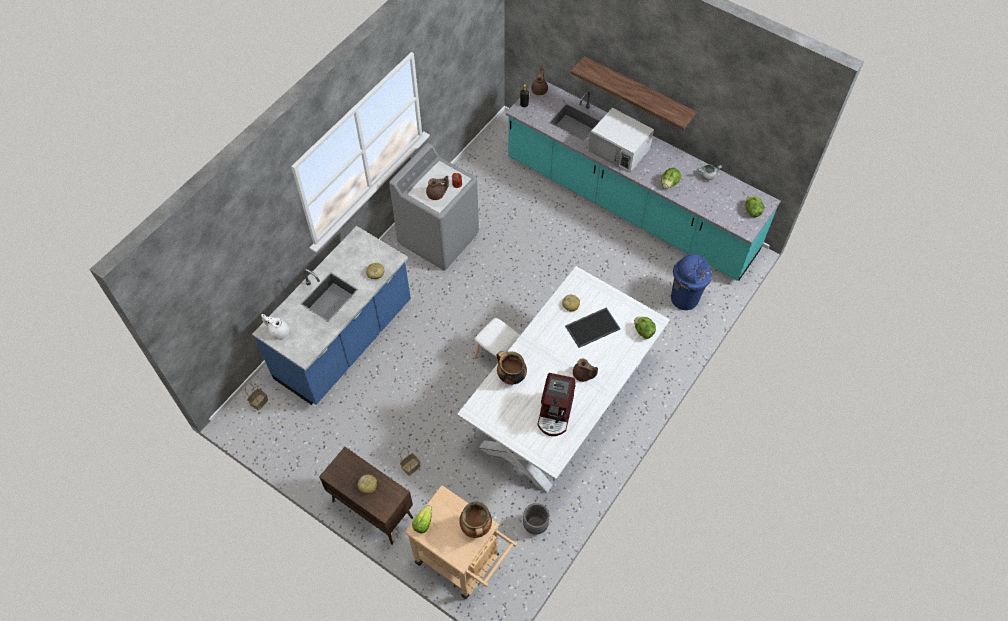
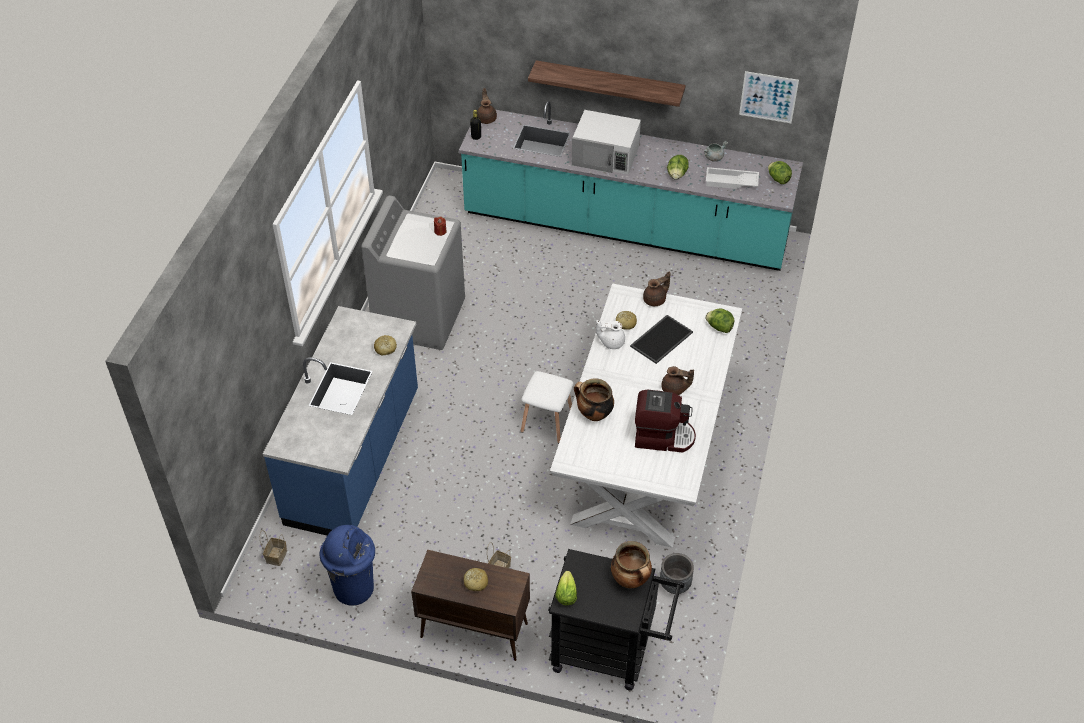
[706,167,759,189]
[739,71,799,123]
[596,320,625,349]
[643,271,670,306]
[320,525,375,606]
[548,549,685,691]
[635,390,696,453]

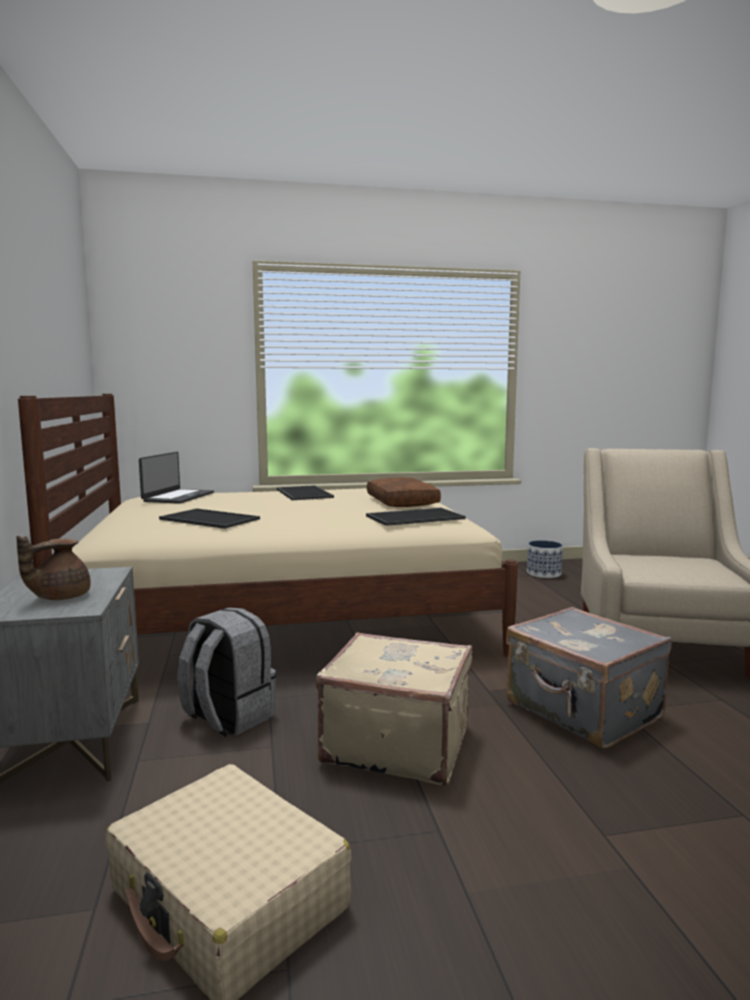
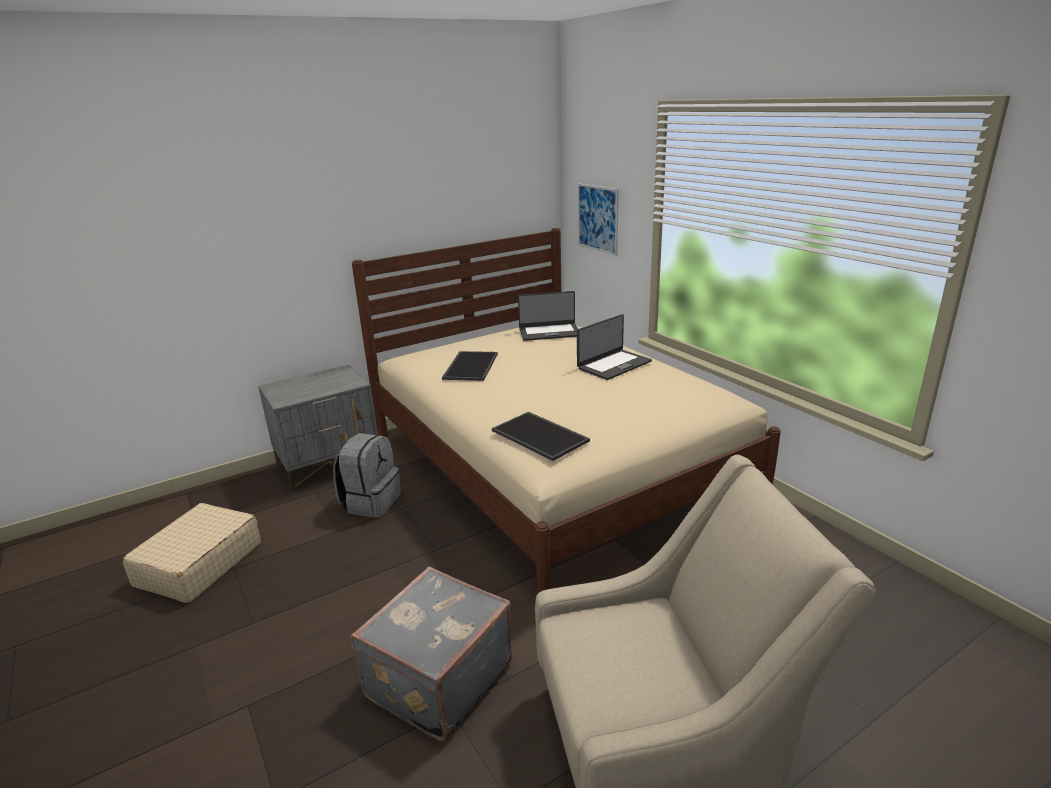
[16,536,91,600] (first image)
[316,632,472,785] (first image)
[367,477,441,507] (first image)
[527,540,563,578] (first image)
[578,183,619,256]
[577,314,652,380]

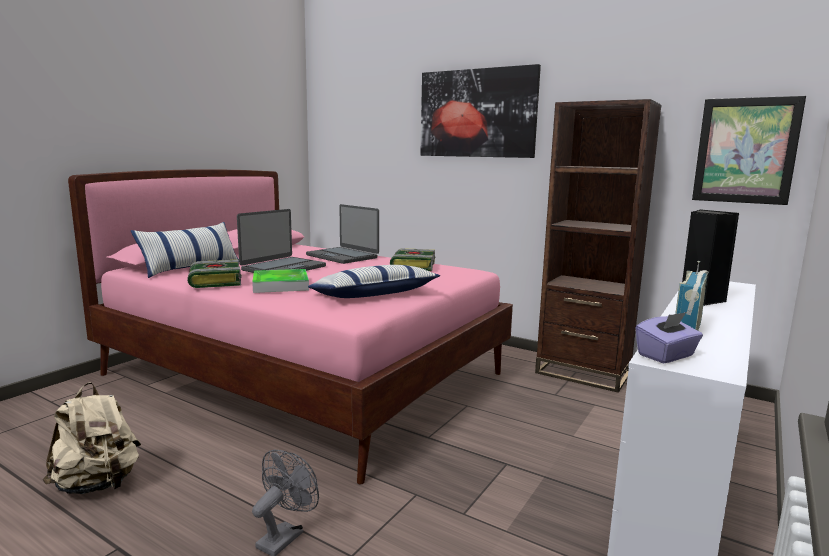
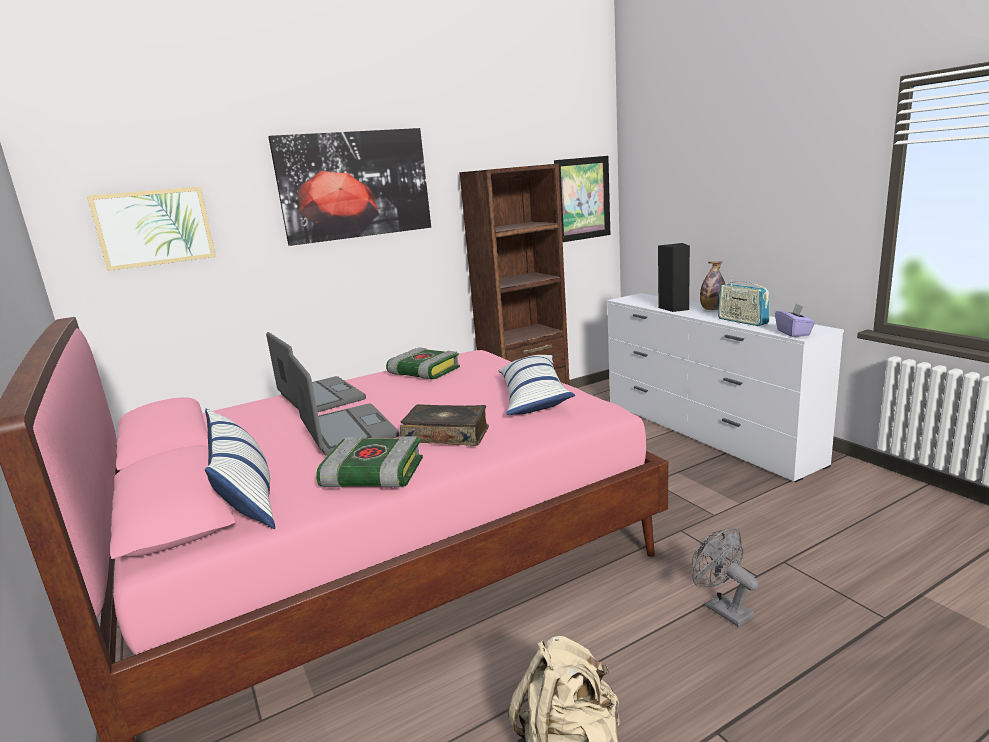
[87,186,216,271]
[700,261,725,310]
[400,404,489,446]
[266,332,366,412]

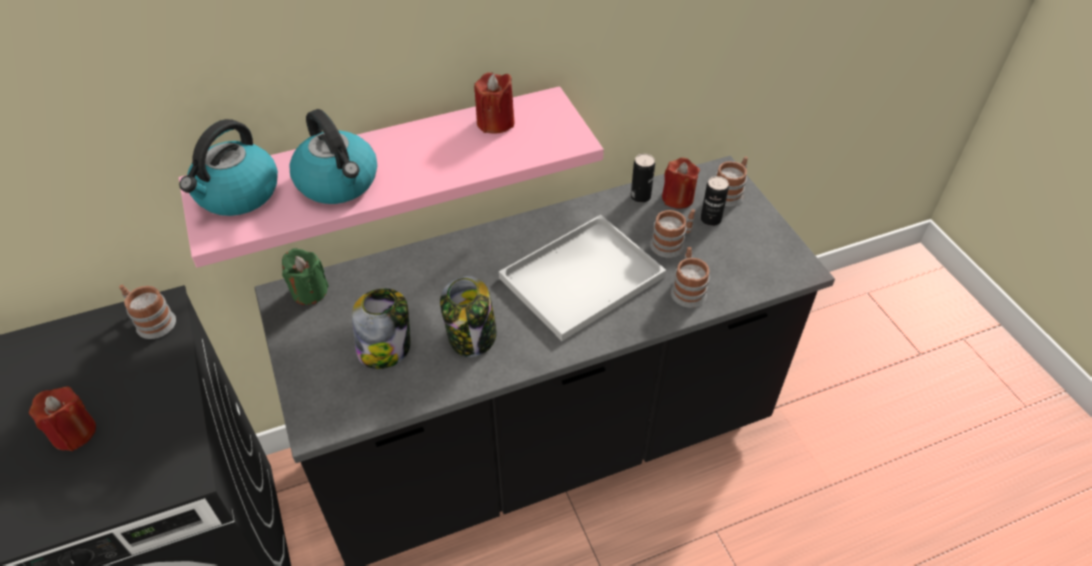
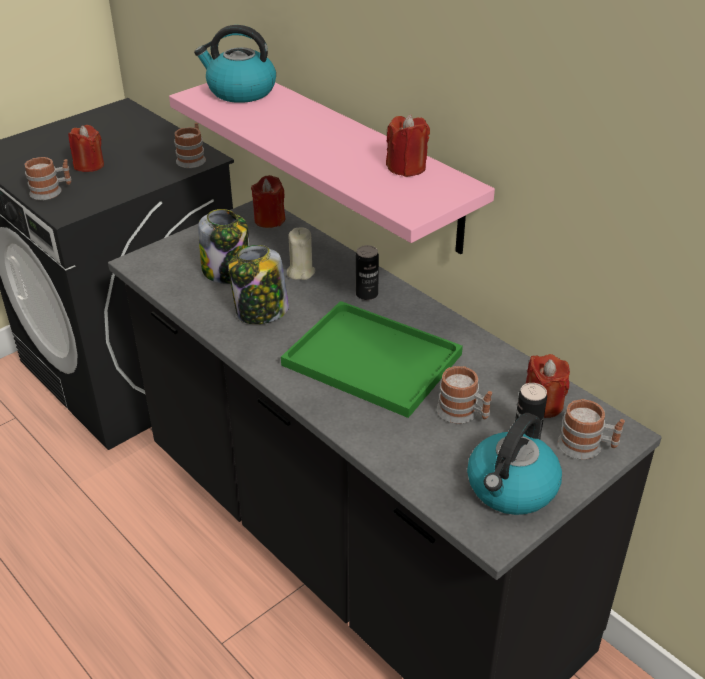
[287,227,316,280]
[467,413,562,515]
[356,245,379,300]
[25,157,72,200]
[251,175,285,228]
[281,301,463,418]

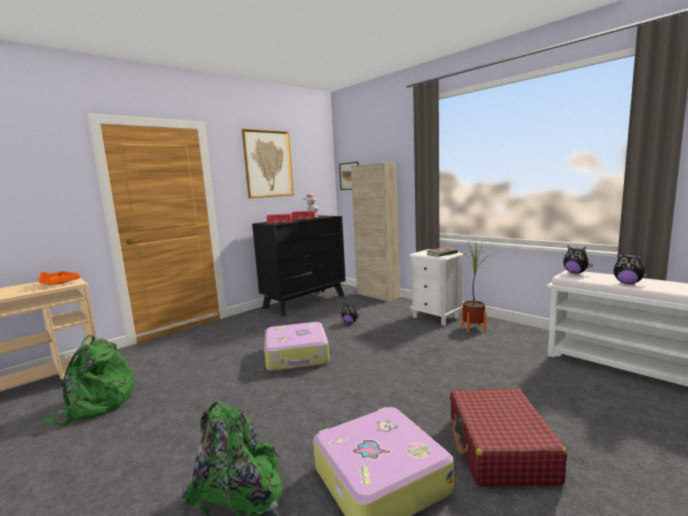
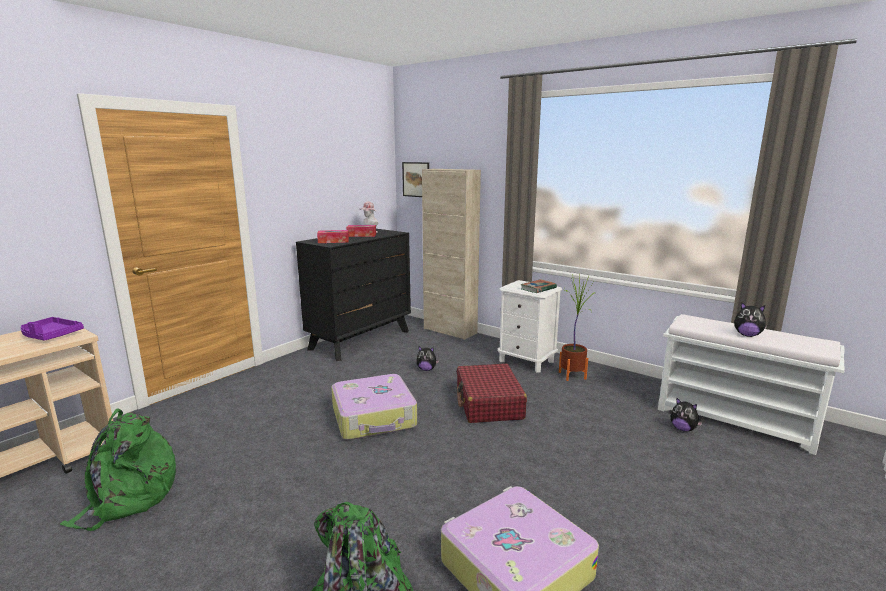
[242,129,294,198] (first image)
[457,363,527,423]
[671,398,703,432]
[21,317,84,341]

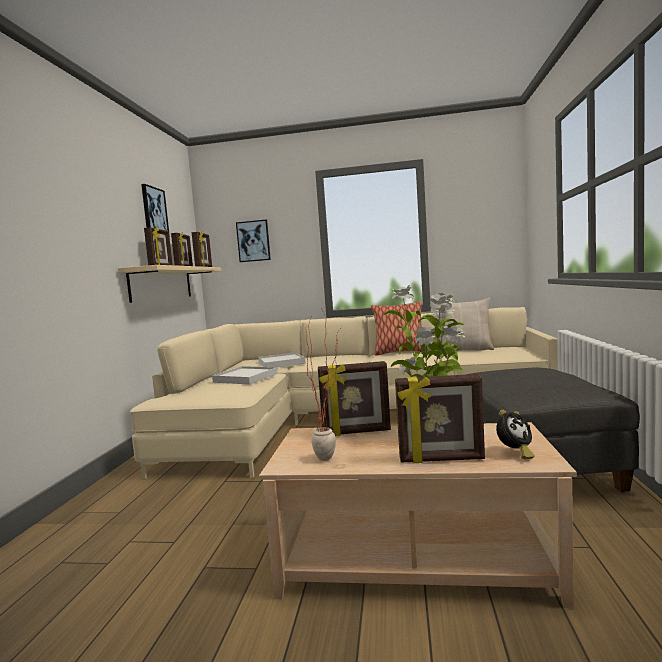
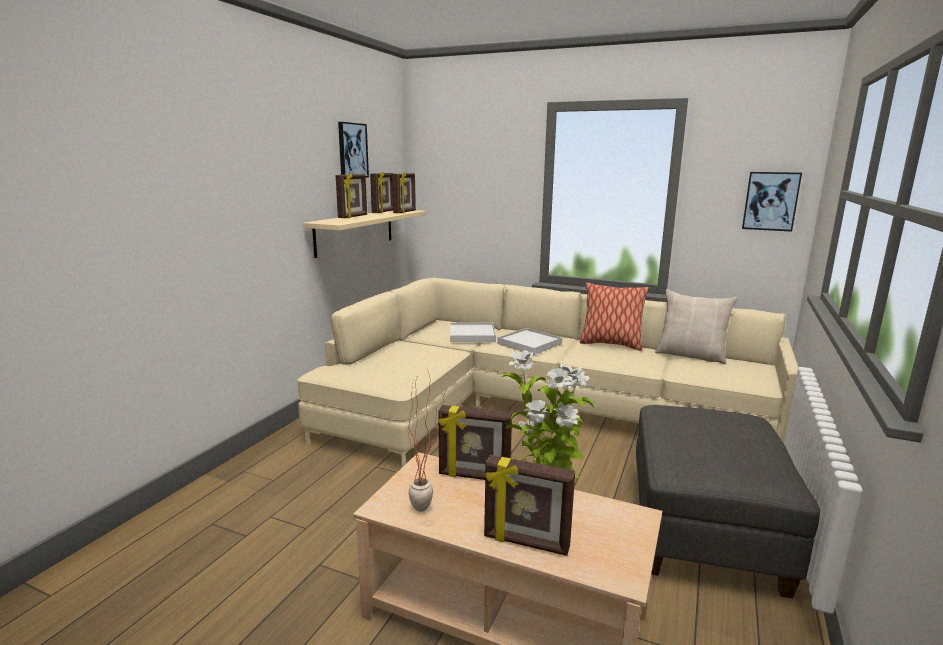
[496,410,534,459] (first image)
[497,328,562,355]
[742,172,802,232]

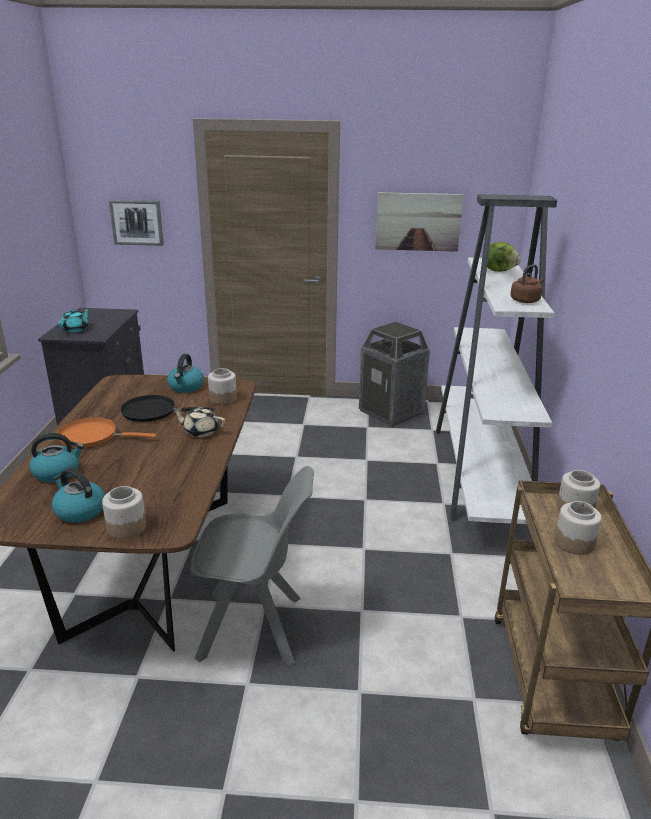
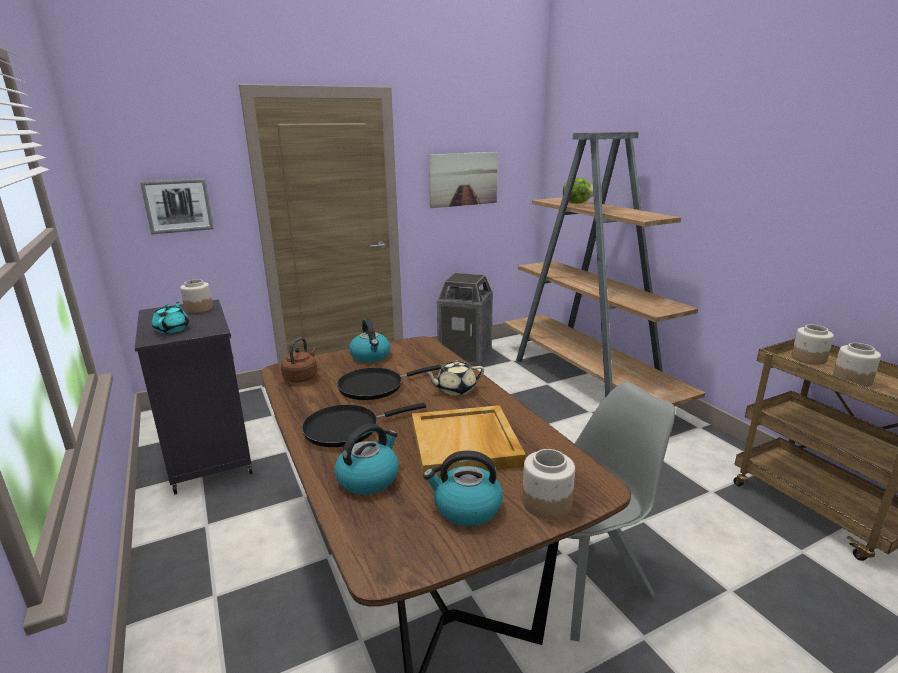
[412,405,526,478]
[180,279,213,313]
[281,337,317,383]
[302,403,426,447]
[504,132,706,407]

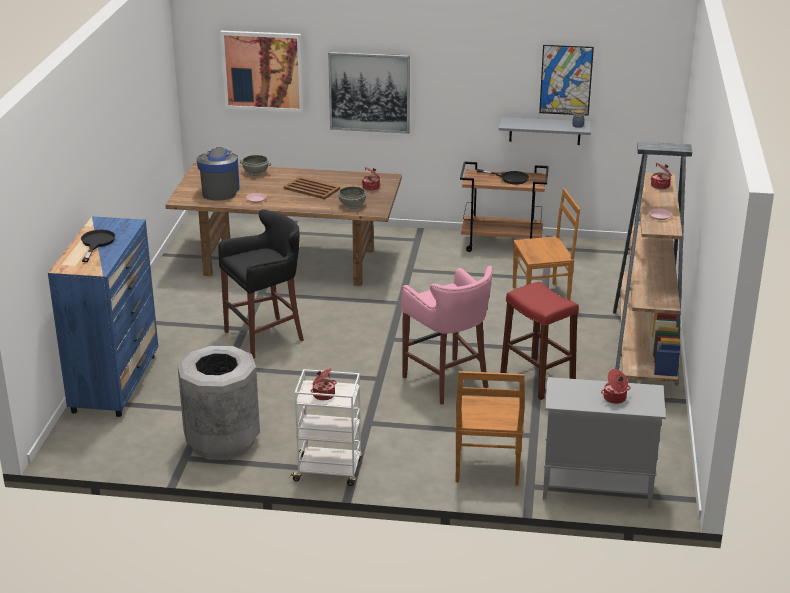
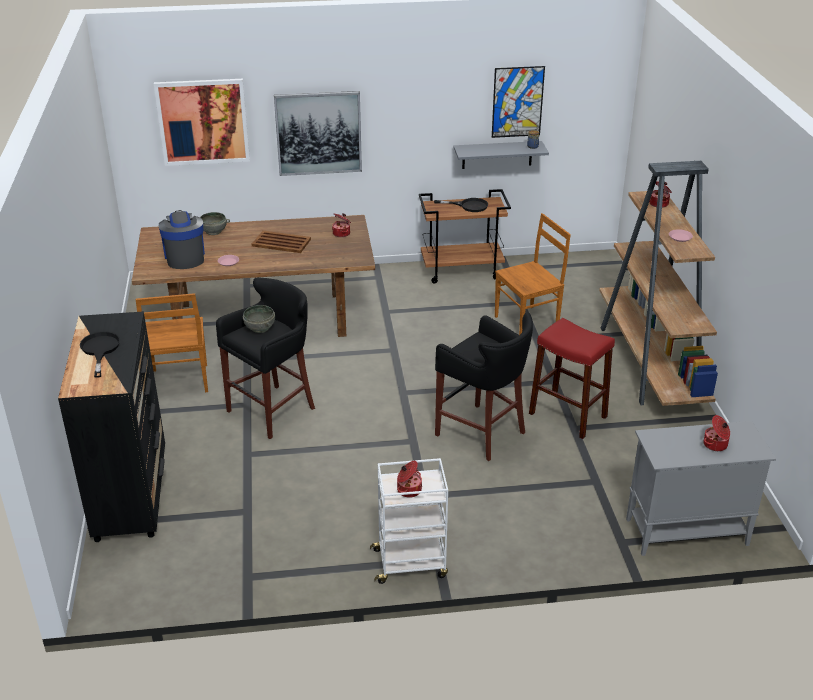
[177,346,260,460] (first image)
[243,305,275,333]
[136,293,208,392]
[58,311,165,542]
[435,312,533,461]

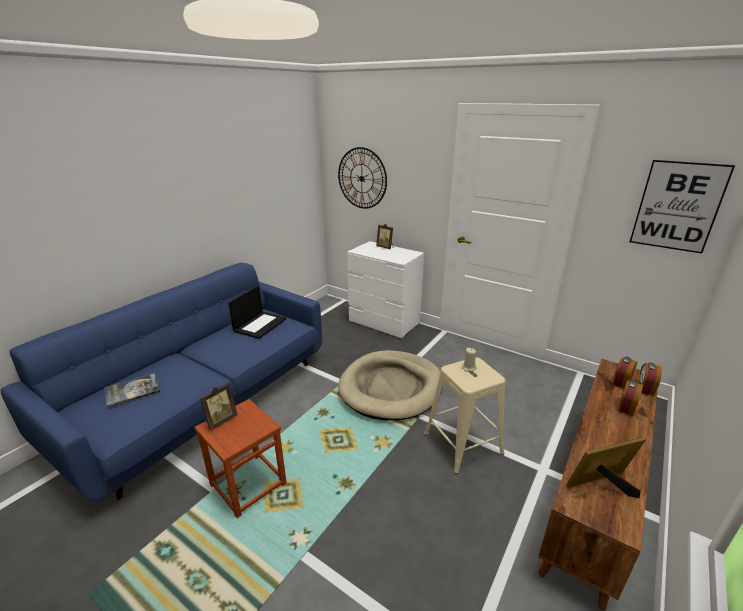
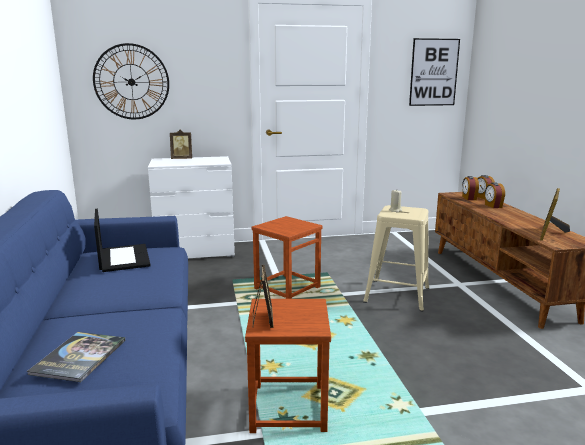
[252,216,323,299]

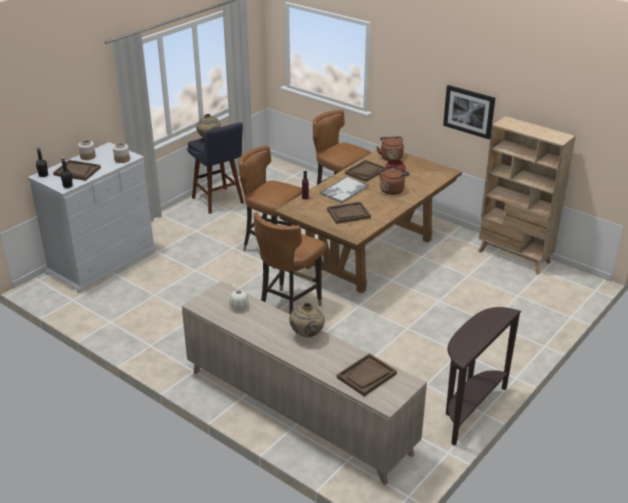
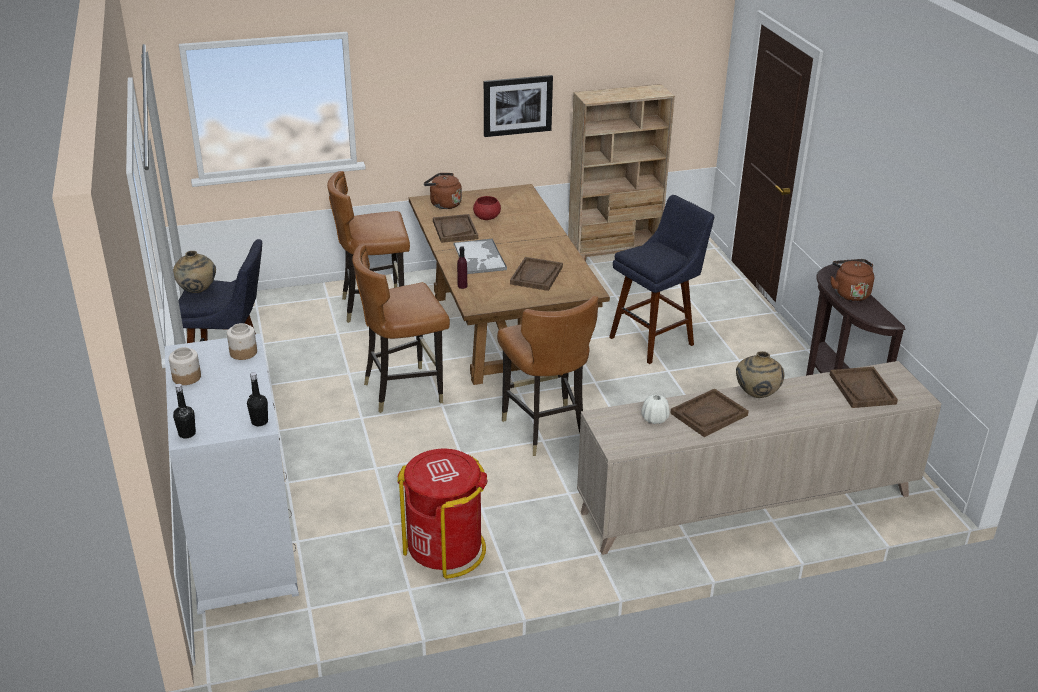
[397,448,487,579]
[609,195,714,364]
[670,388,749,437]
[831,259,874,301]

